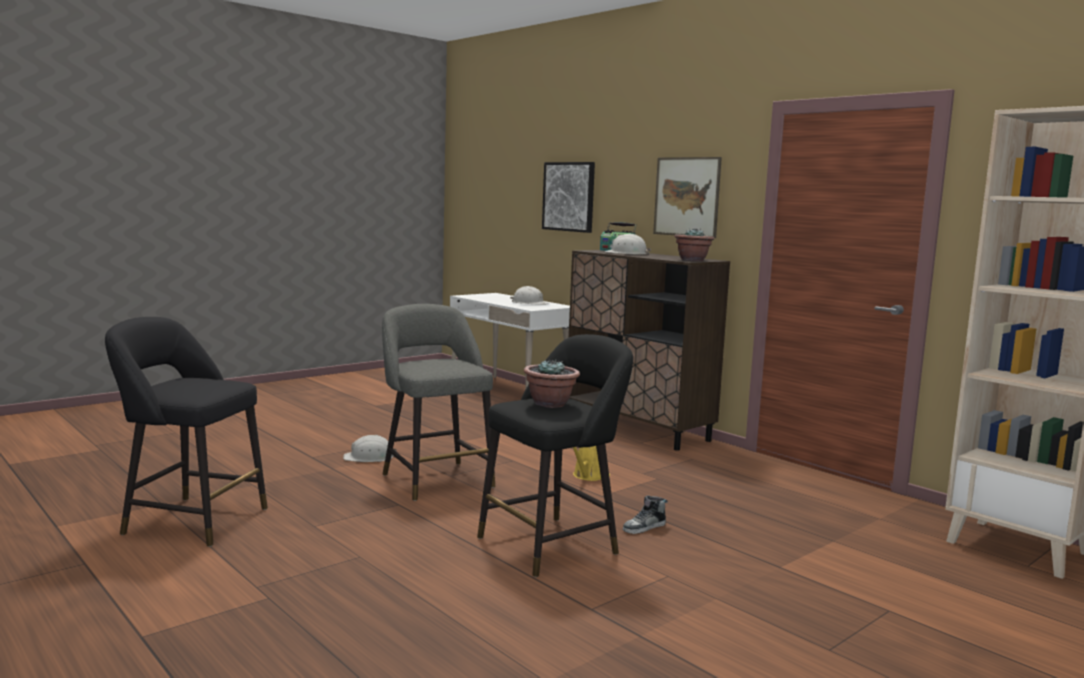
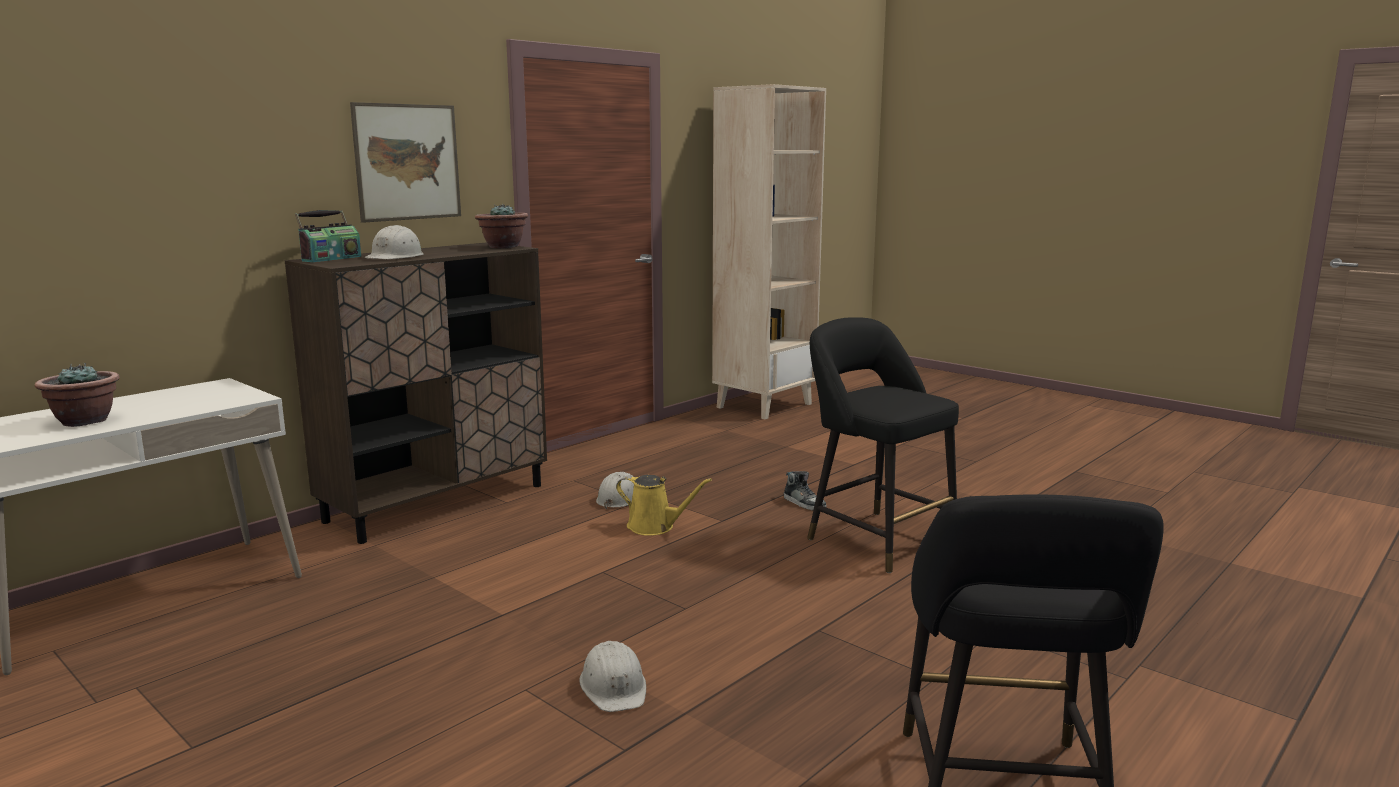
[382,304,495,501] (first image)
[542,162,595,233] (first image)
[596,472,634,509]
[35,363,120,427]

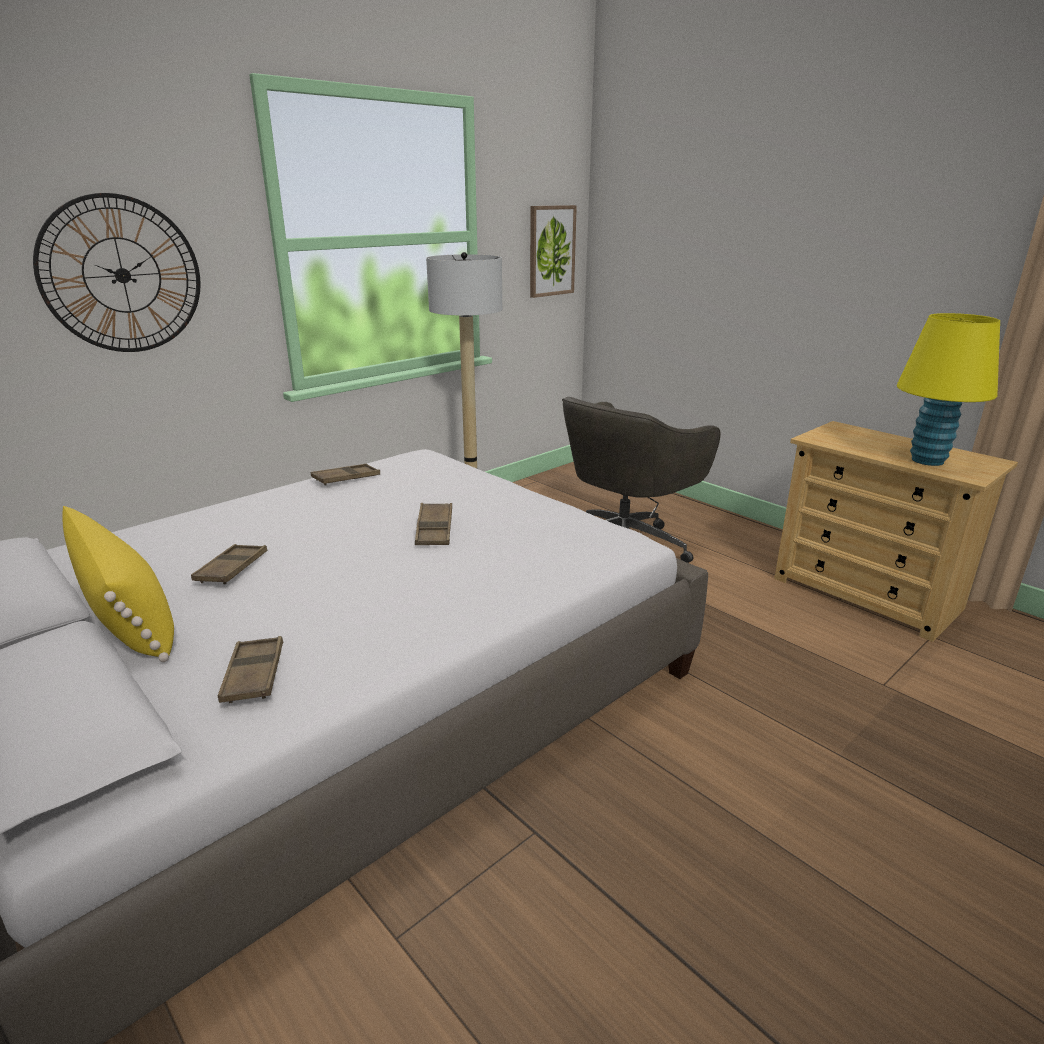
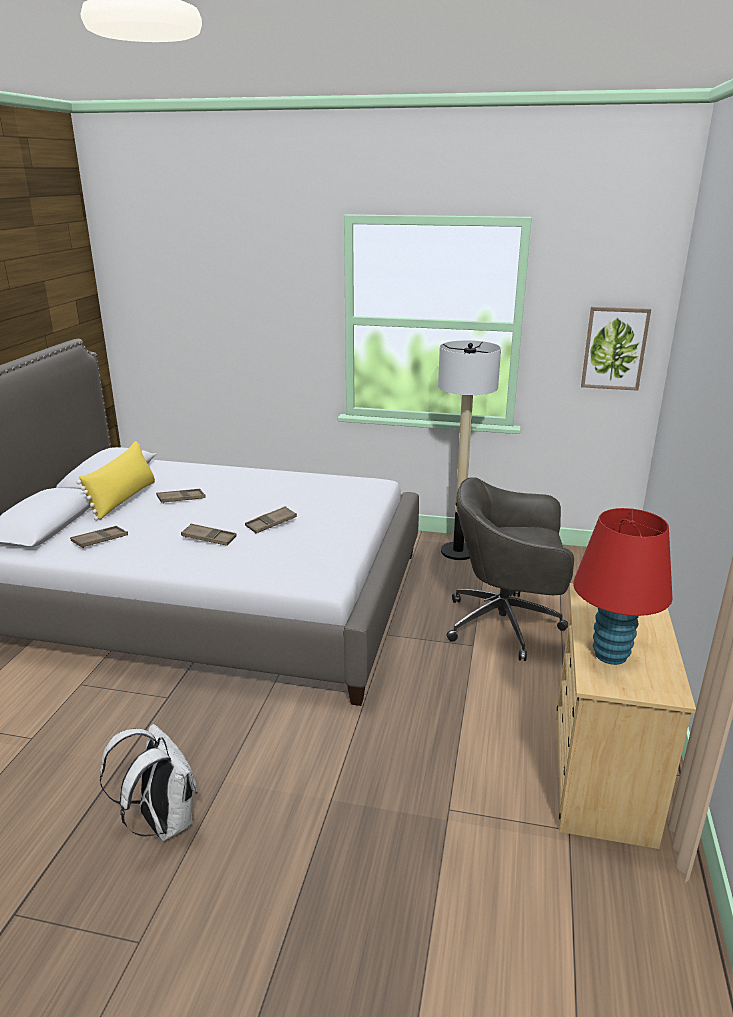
[33,193,201,352] (first image)
[100,724,198,841]
[181,523,237,546]
[573,508,673,665]

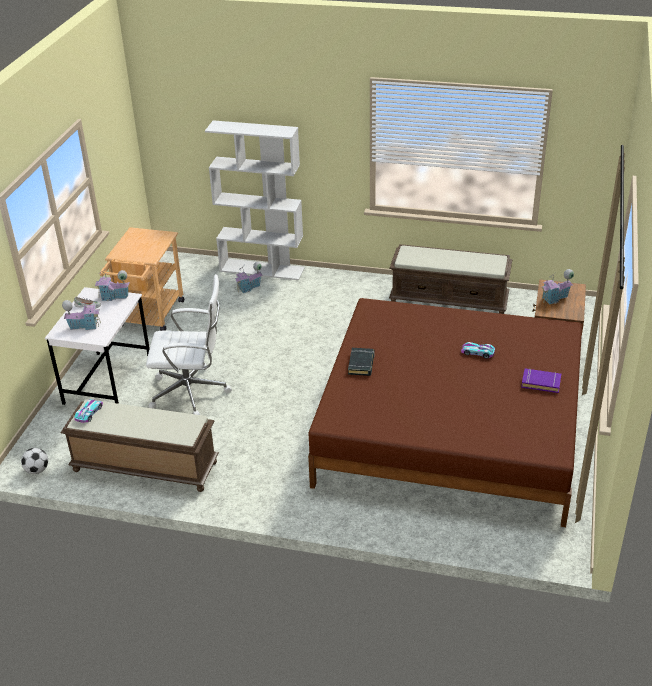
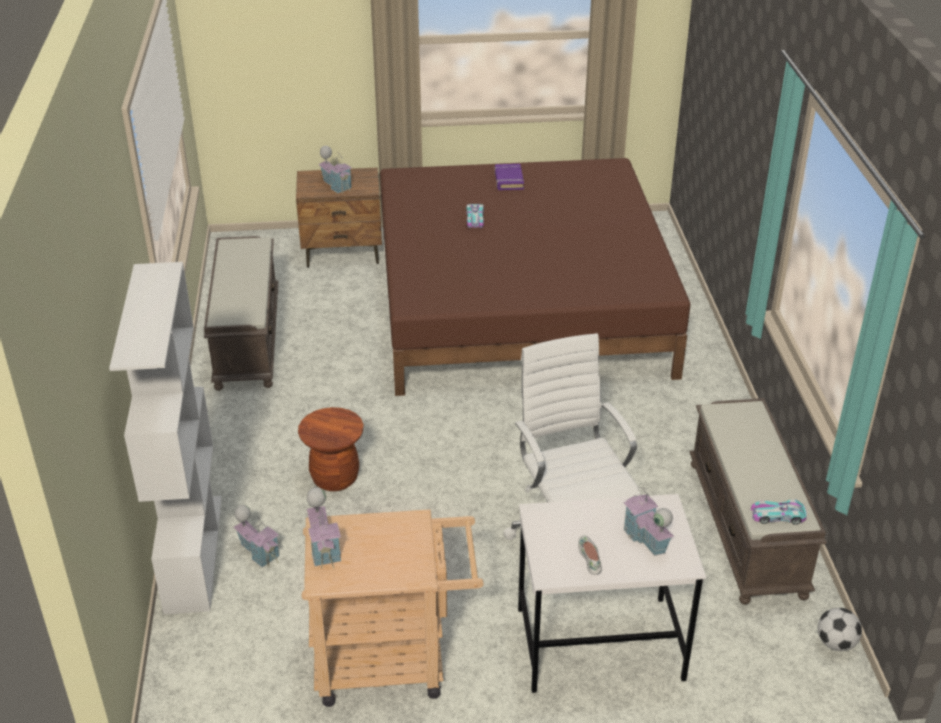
[348,348,374,376] (first image)
[298,407,363,491]
[307,487,341,569]

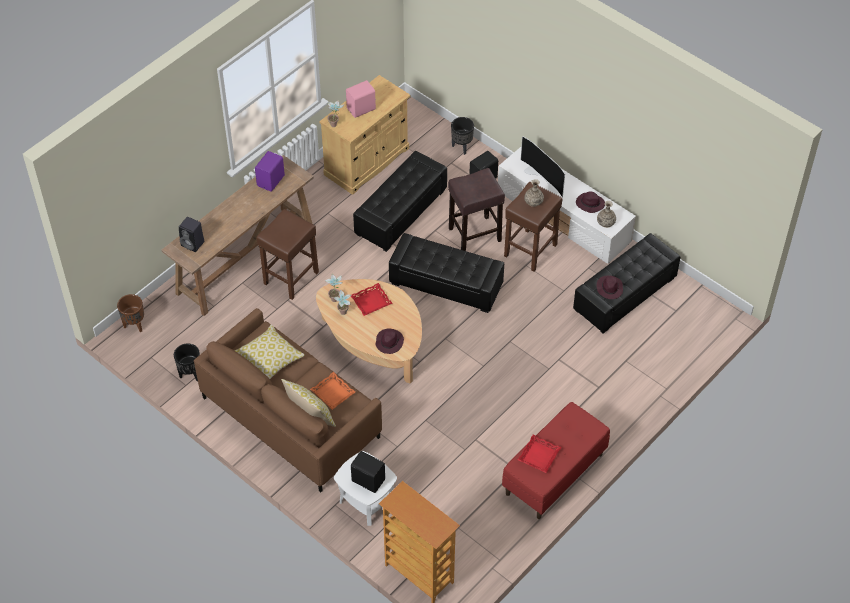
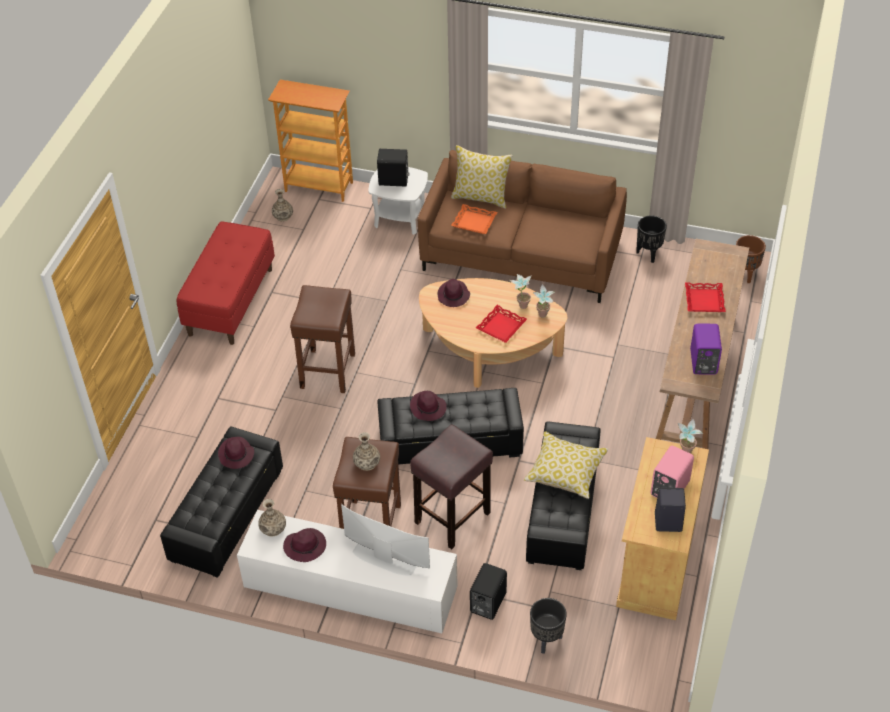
[272,189,293,221]
[410,391,447,421]
[655,487,686,532]
[524,431,609,499]
[290,285,355,393]
[685,282,726,312]

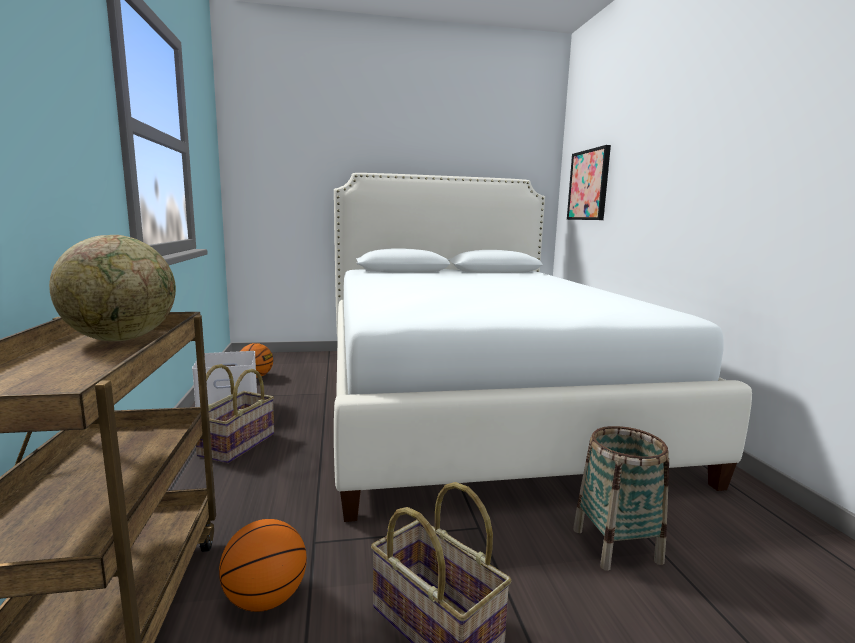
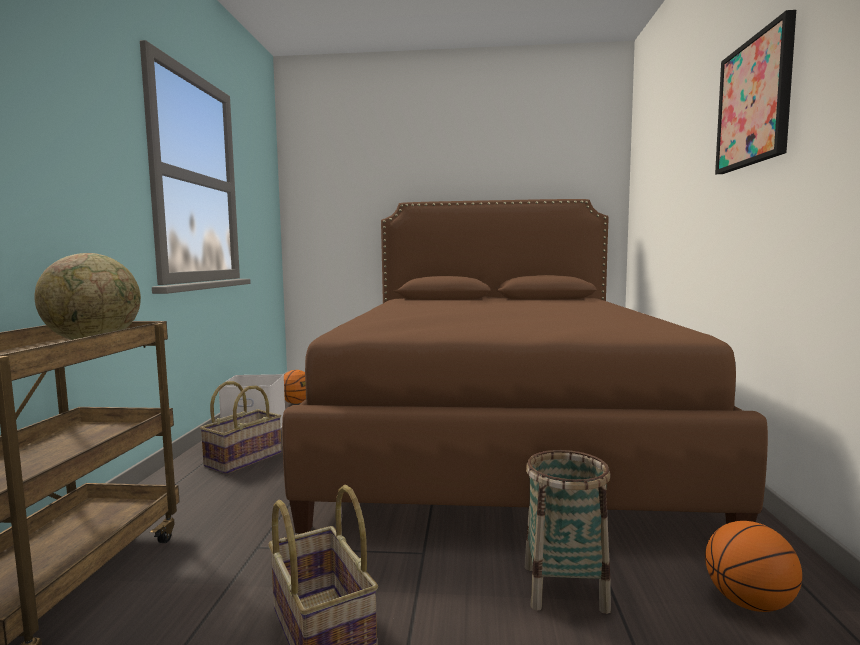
[705,521,802,612]
[715,10,796,174]
[282,199,768,533]

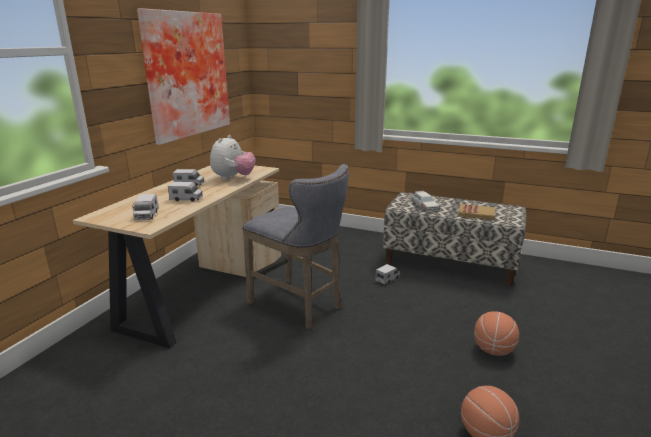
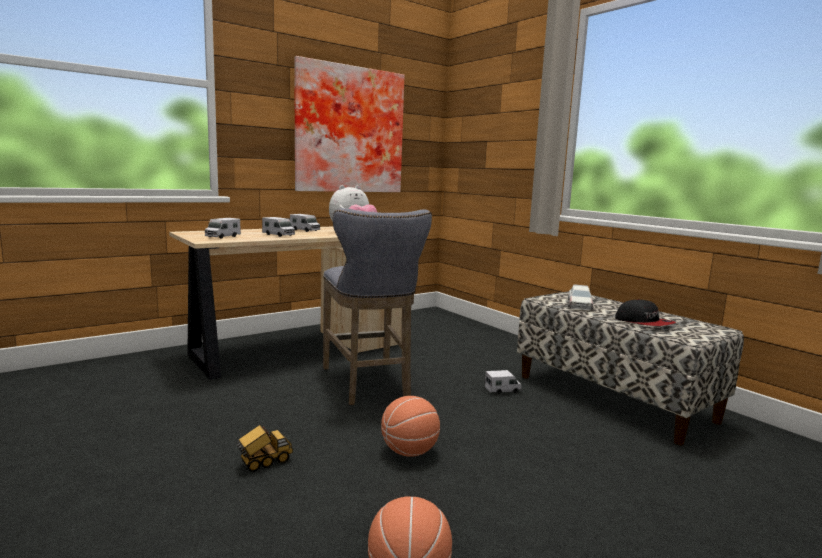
[236,425,293,472]
[381,396,440,457]
[615,299,676,326]

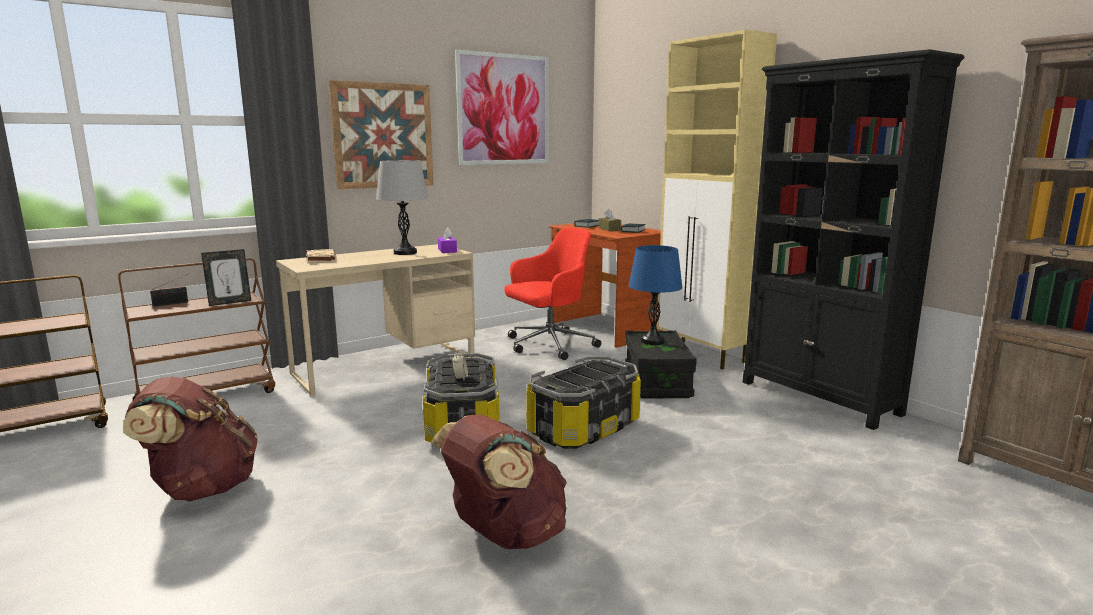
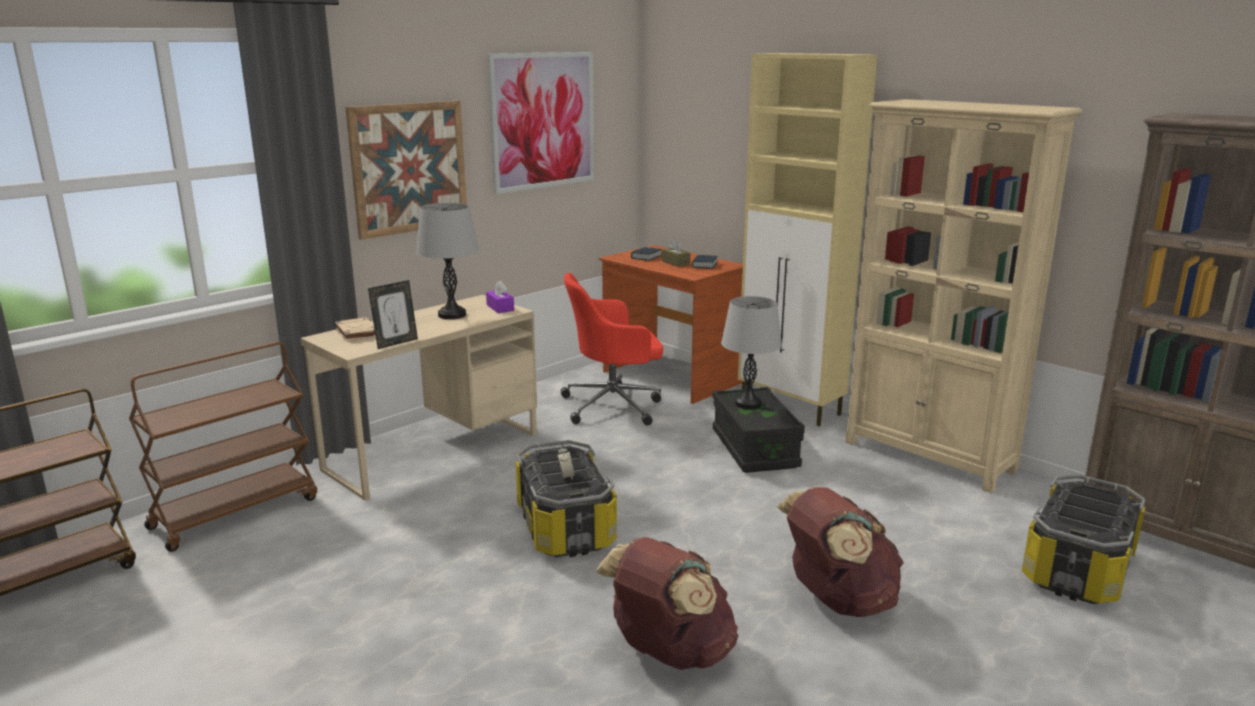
[150,274,188,307] (first image)
[777,487,904,617]
[368,280,418,349]
[1022,474,1145,604]
[721,296,782,409]
[845,99,1082,493]
[561,273,663,425]

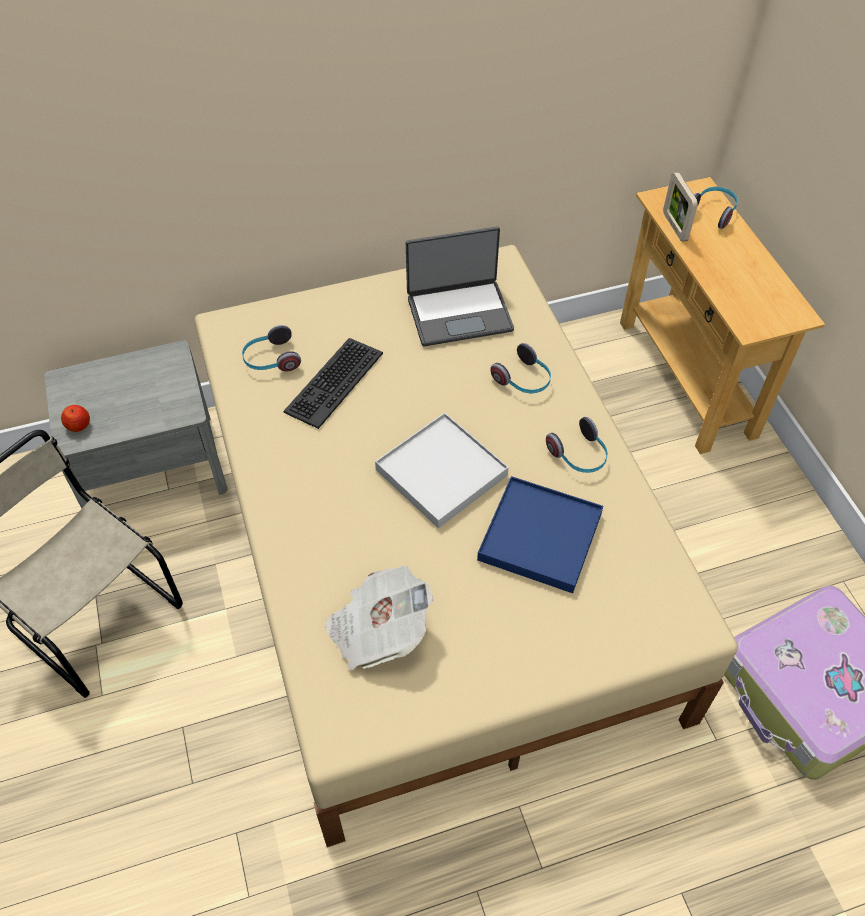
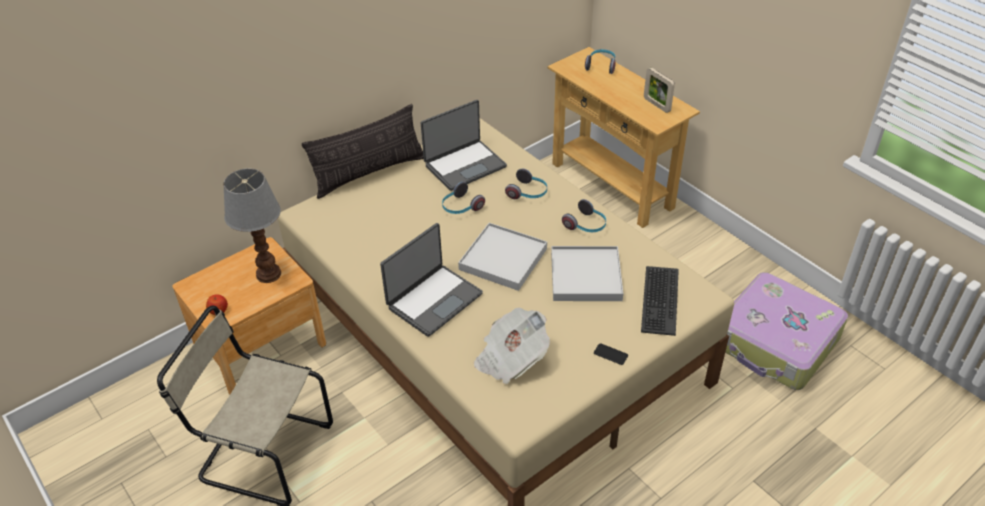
[224,168,281,283]
[302,104,424,199]
[380,223,483,337]
[594,343,628,365]
[442,182,485,214]
[641,266,679,336]
[644,67,675,113]
[173,237,326,395]
[551,246,623,301]

